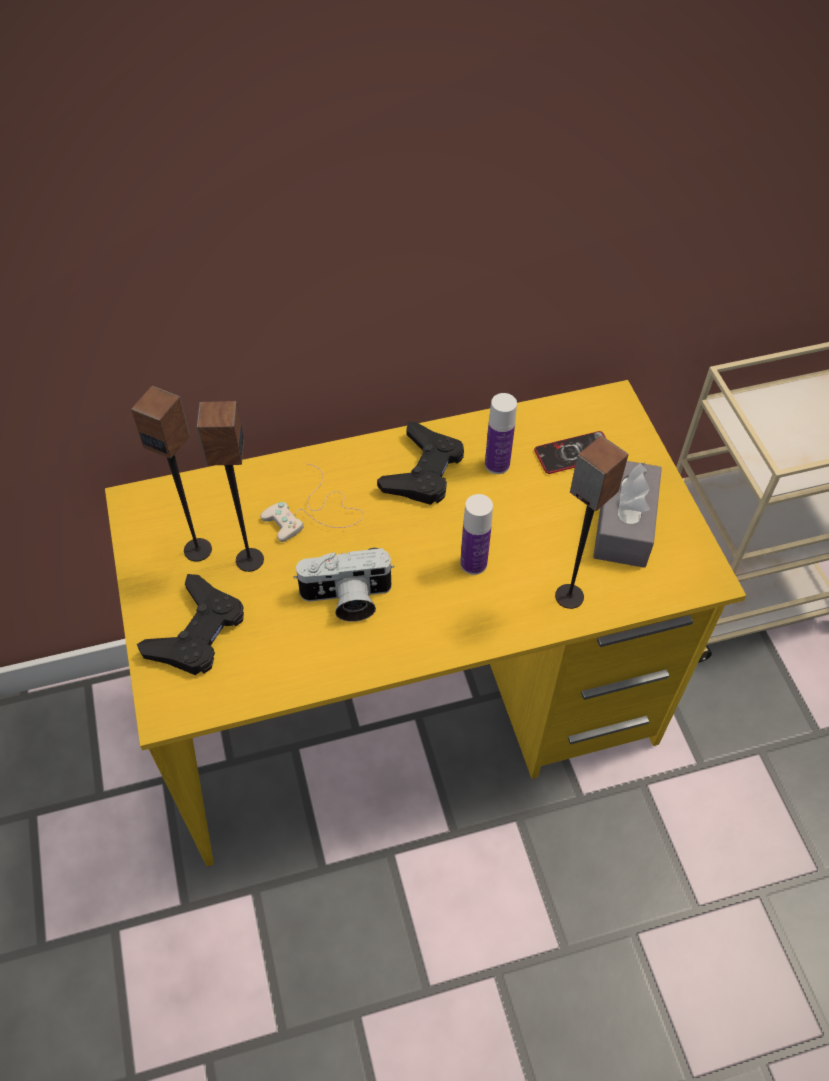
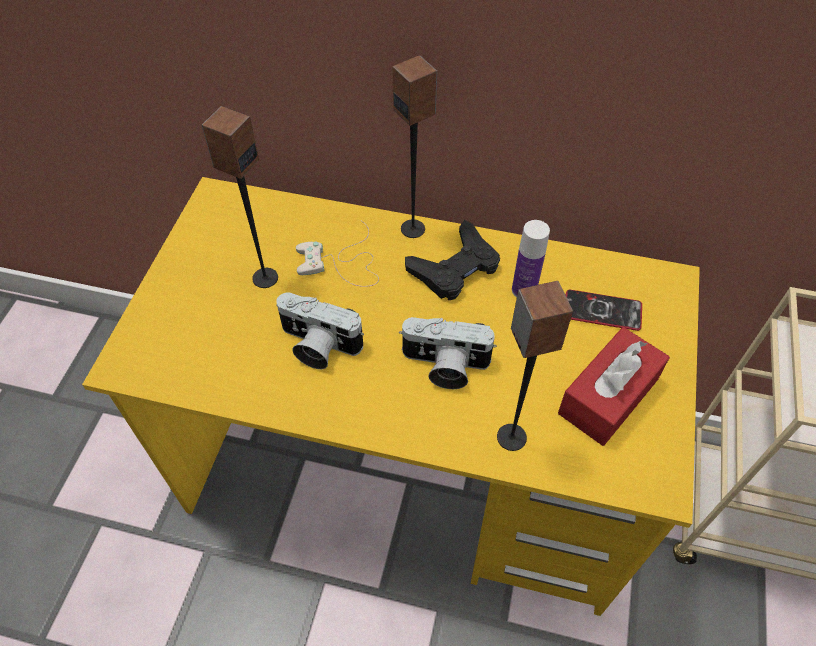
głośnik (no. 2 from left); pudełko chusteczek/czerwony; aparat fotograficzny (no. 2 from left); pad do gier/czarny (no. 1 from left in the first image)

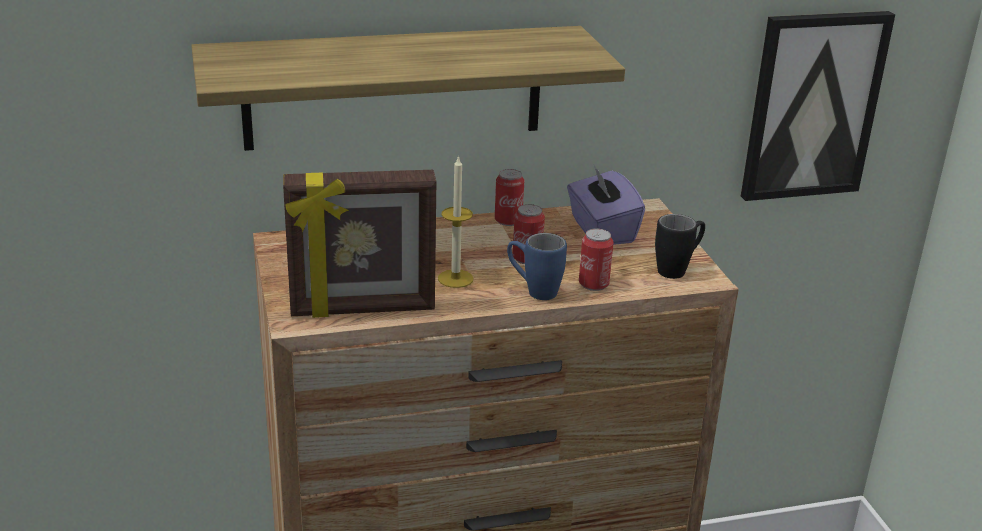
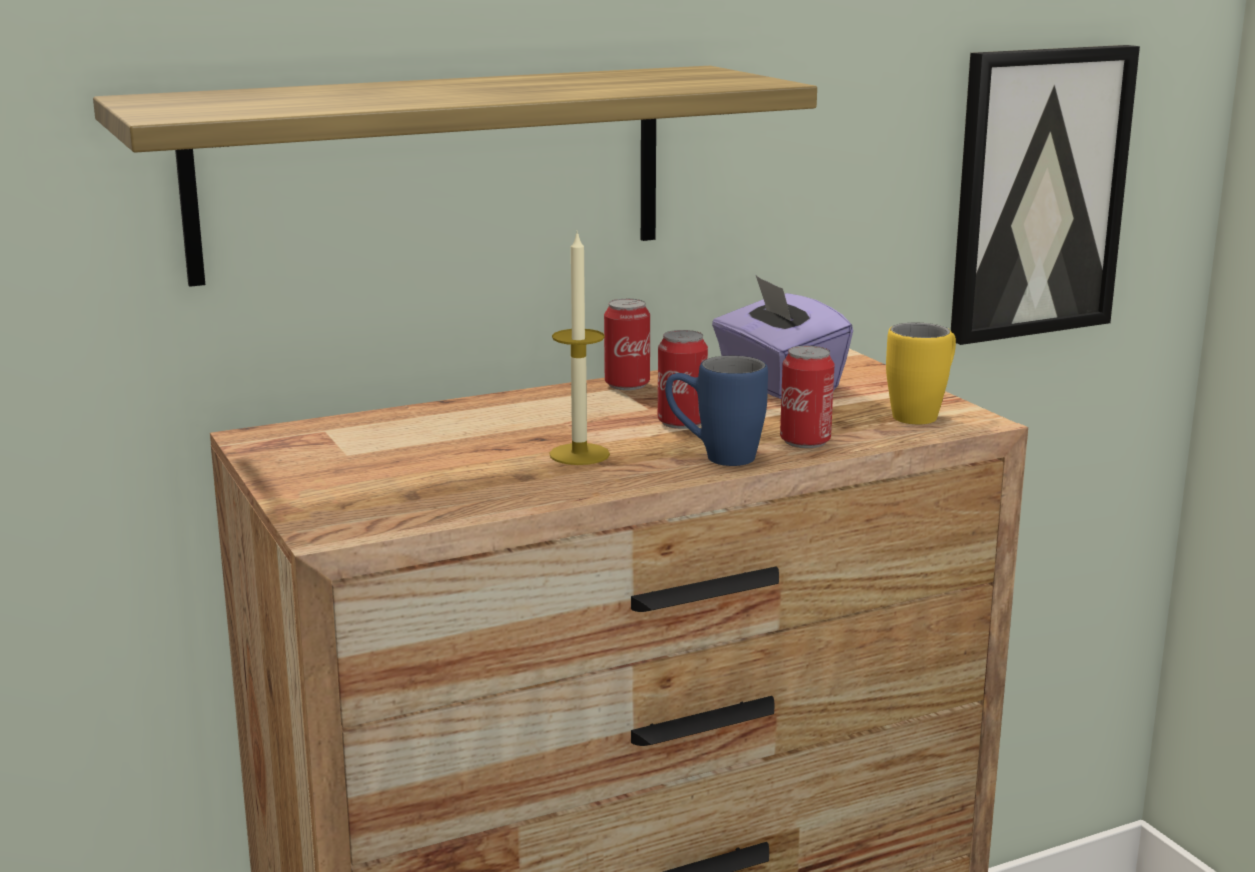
ramka na zdjęcie; kubek/żółty

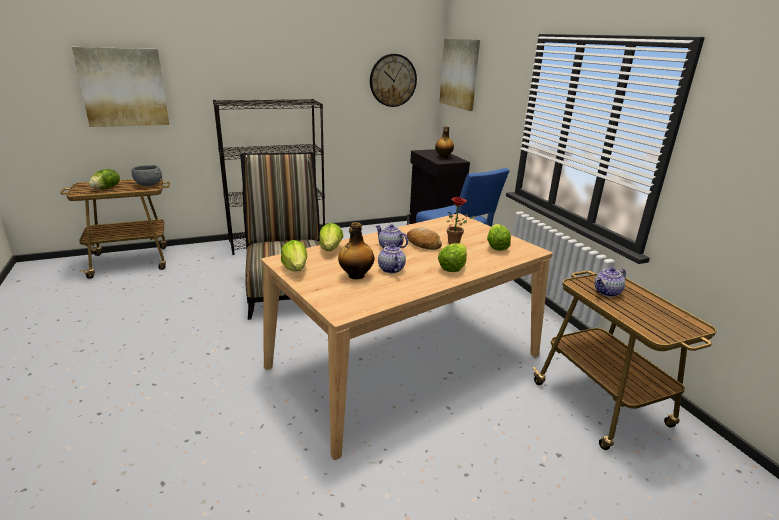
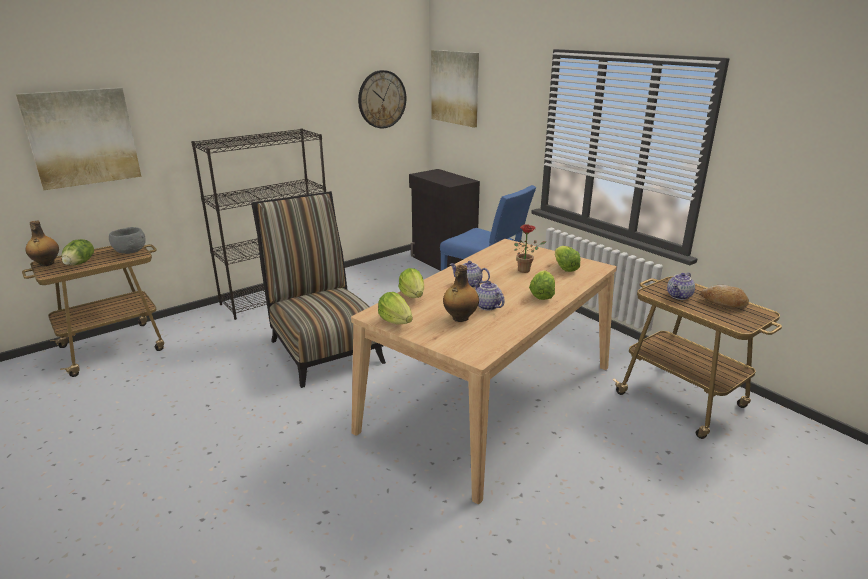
butelka (no. 1 from left); chleb

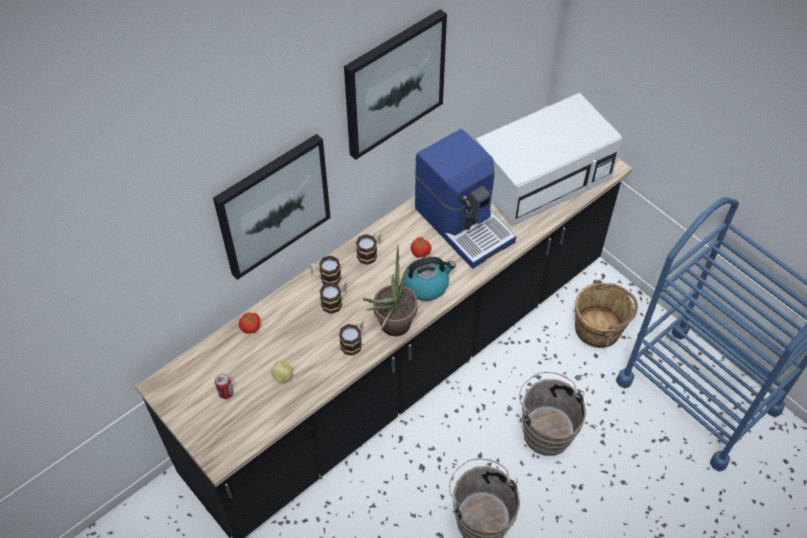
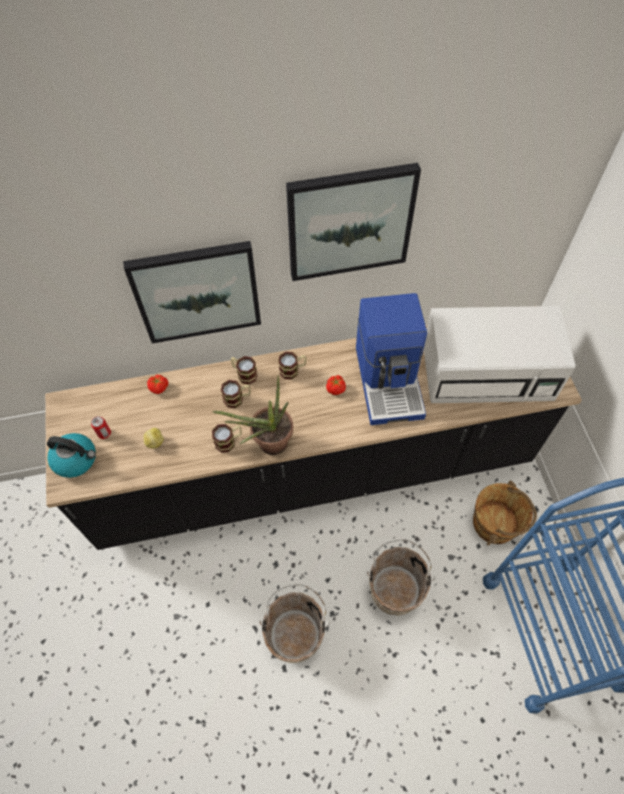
czajnik

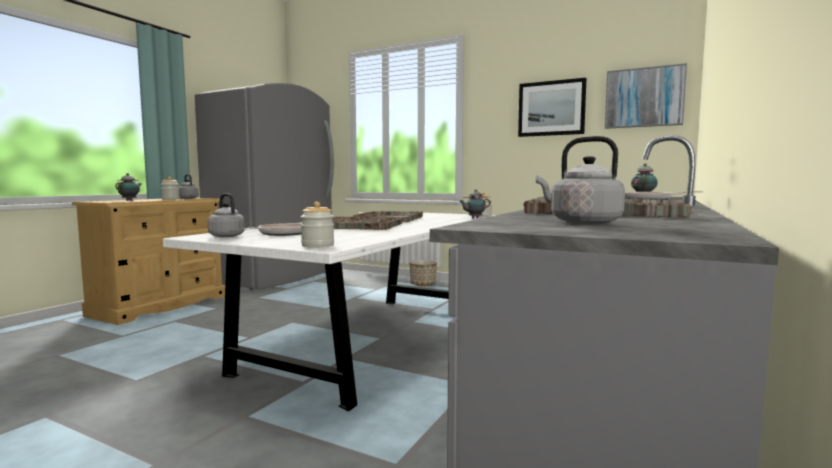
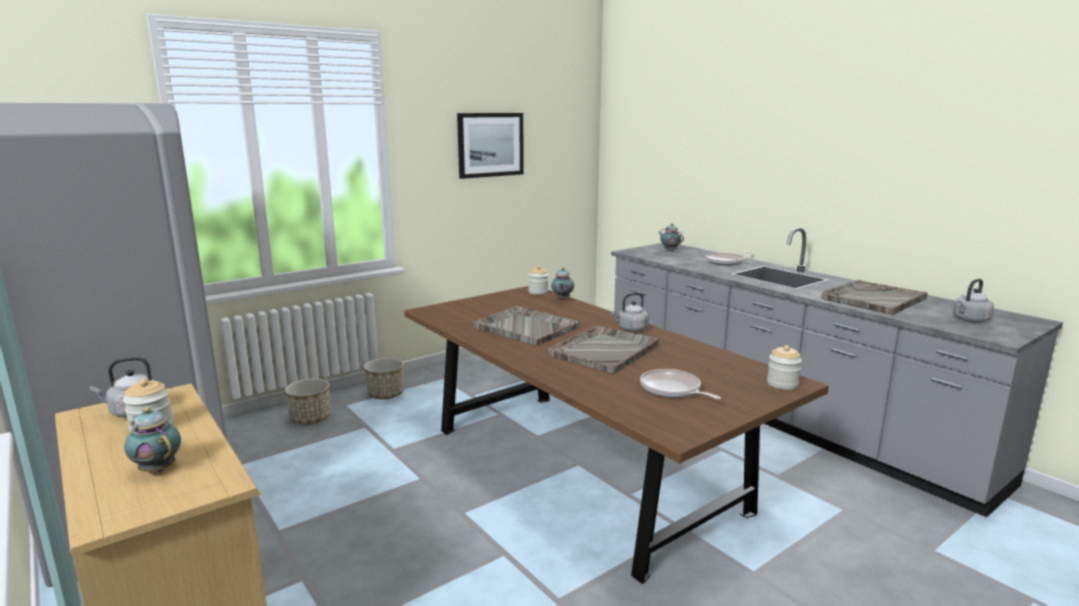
obraz (no. 2 from left in the first image); czajnik/szary (no. 2 from left); stół jadalny/brązowy; donica (no. 1 from left)

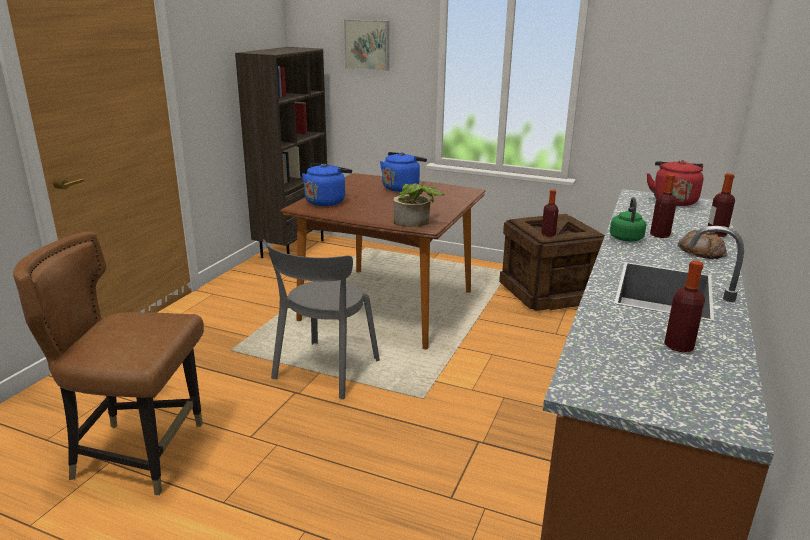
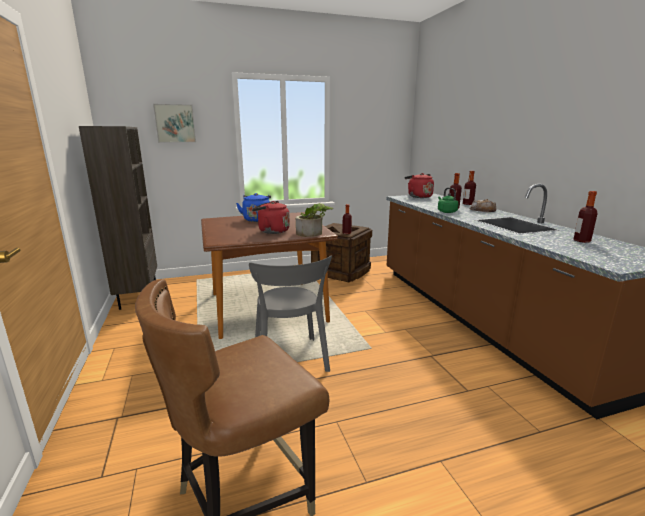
czajnik/niebieski (no. 1 from left in the first image); czajnik/czerwony (no. 1 from left)

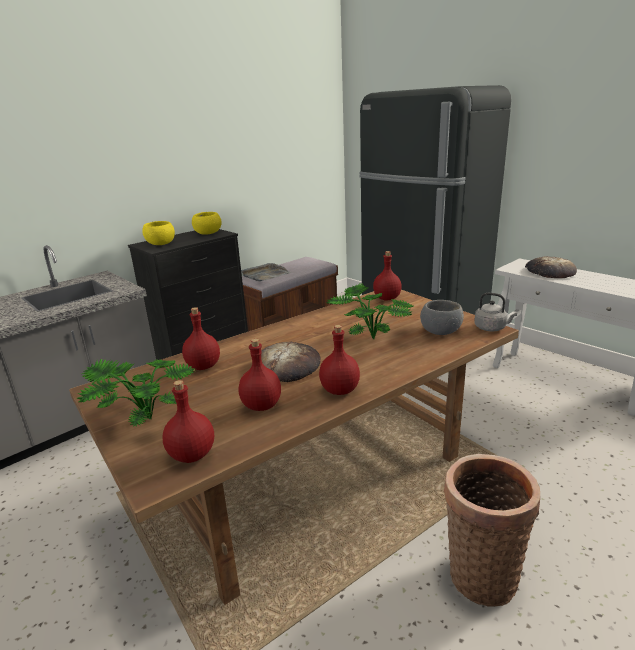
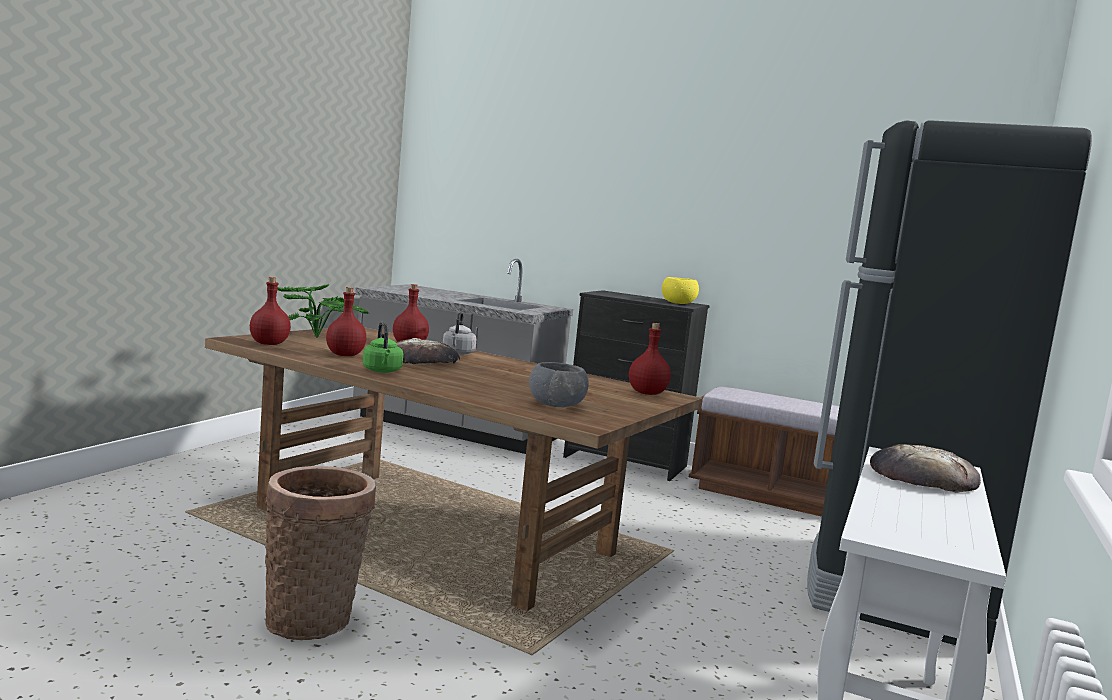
miska/żółty (no. 1 from left in the first image); taca/szary; roślina doniczkowa (no. 2 from left in the first image); czajnik/szary; czajnik/zielony

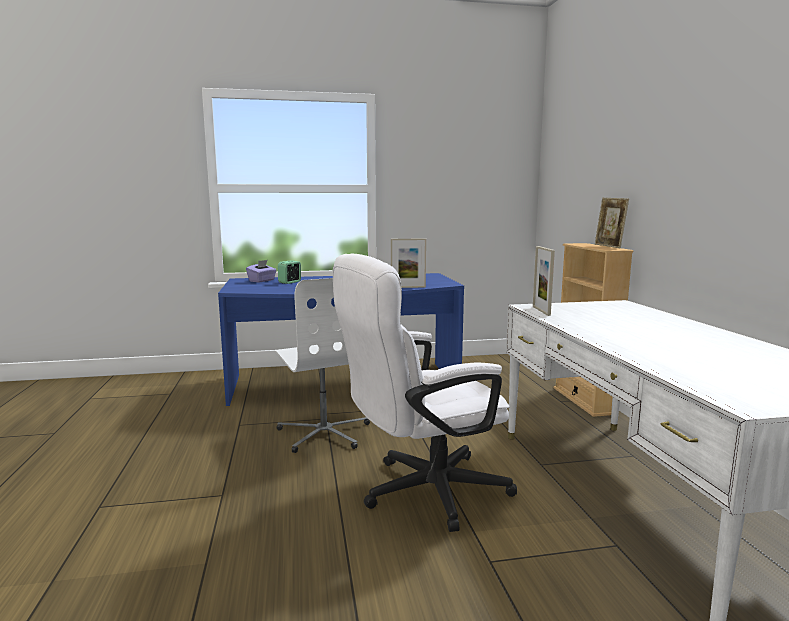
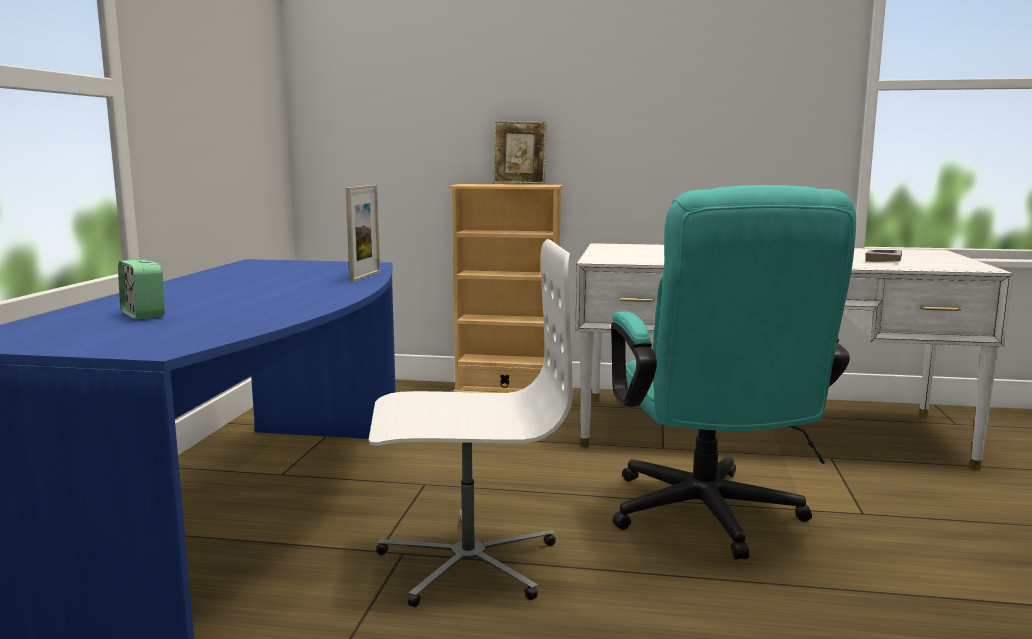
ramka na zdjęcie (no. 2 from left in the first image); krzesło biurowe/turkusowy; pudełko chusteczek/fioletowy; książka

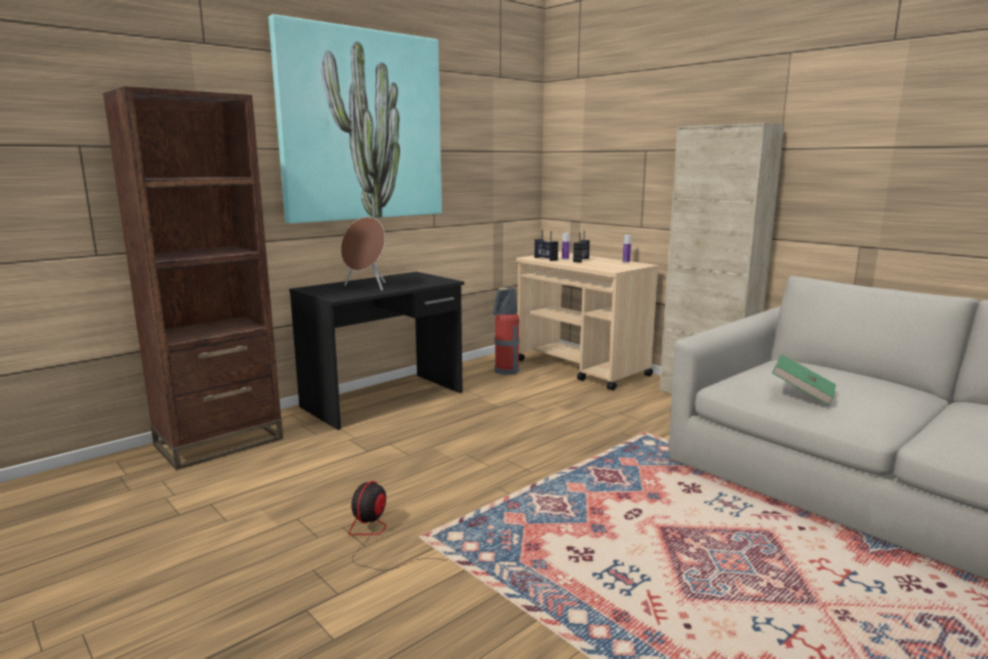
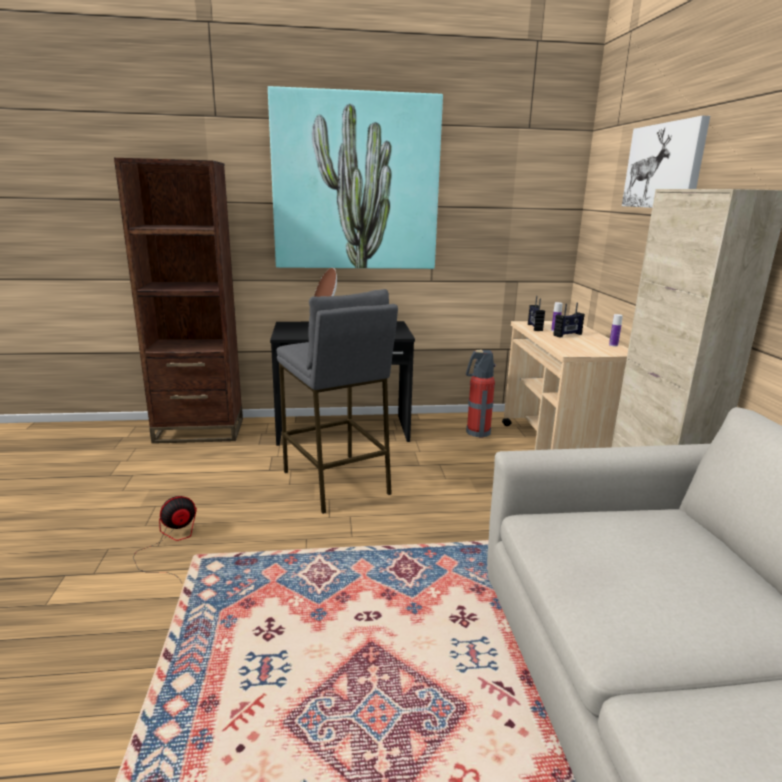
książka/zielony; obraz (no. 2 from left); stołek/szary

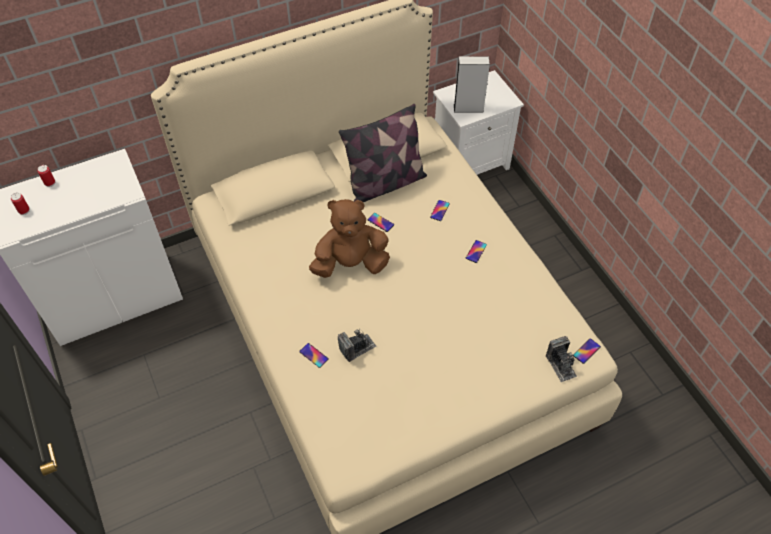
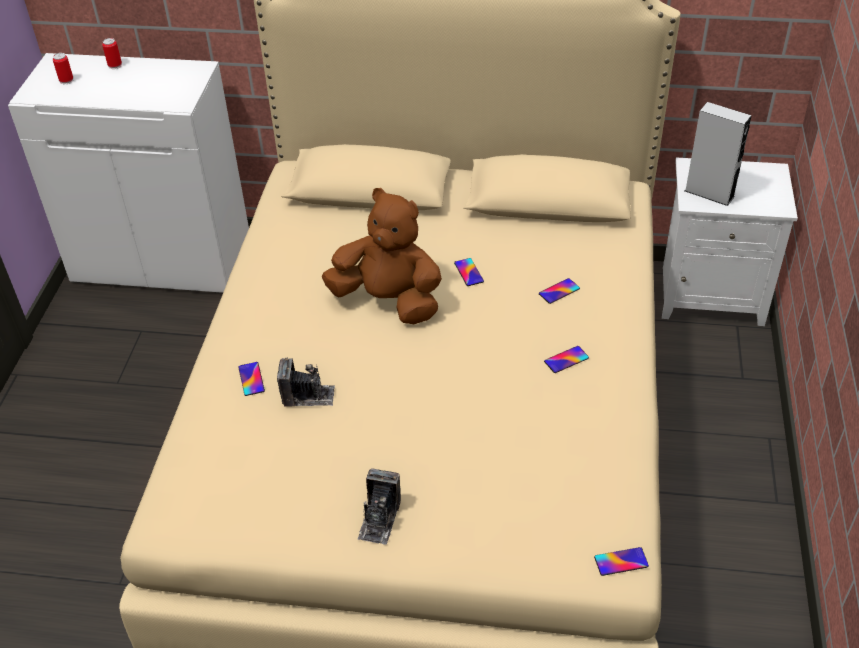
poduszka; aparat fotograficzny (no. 2 from left)

